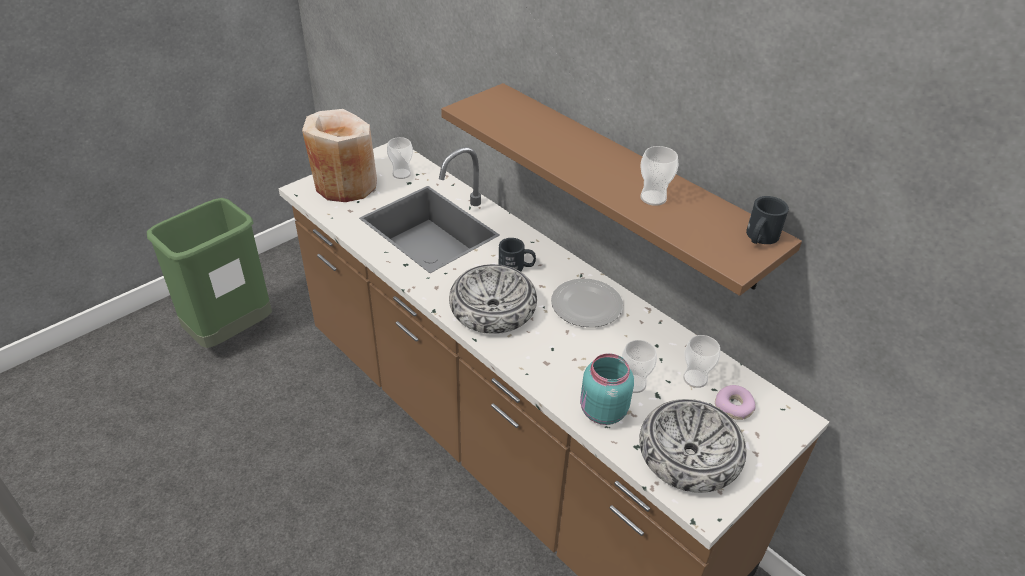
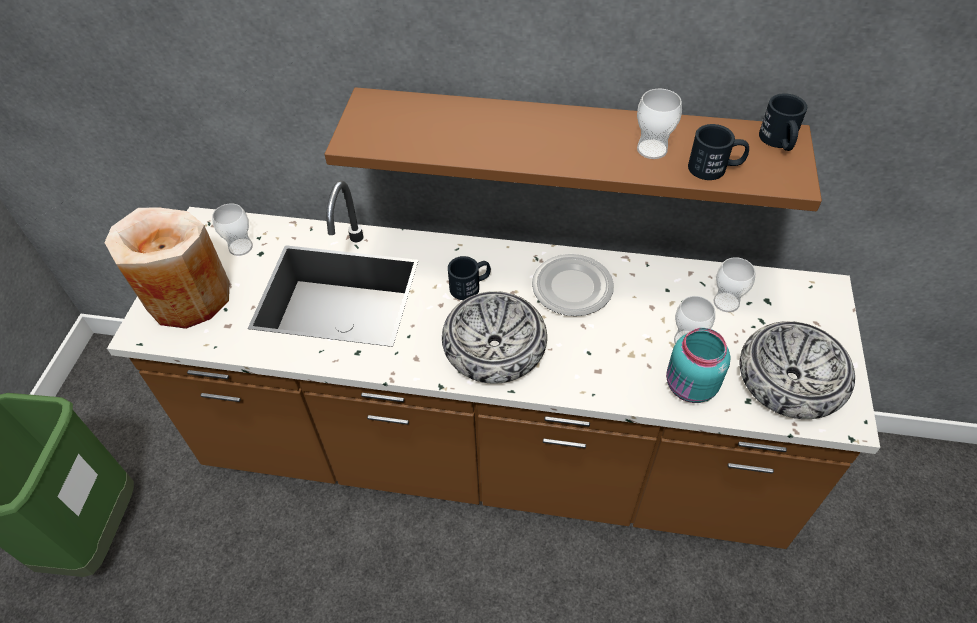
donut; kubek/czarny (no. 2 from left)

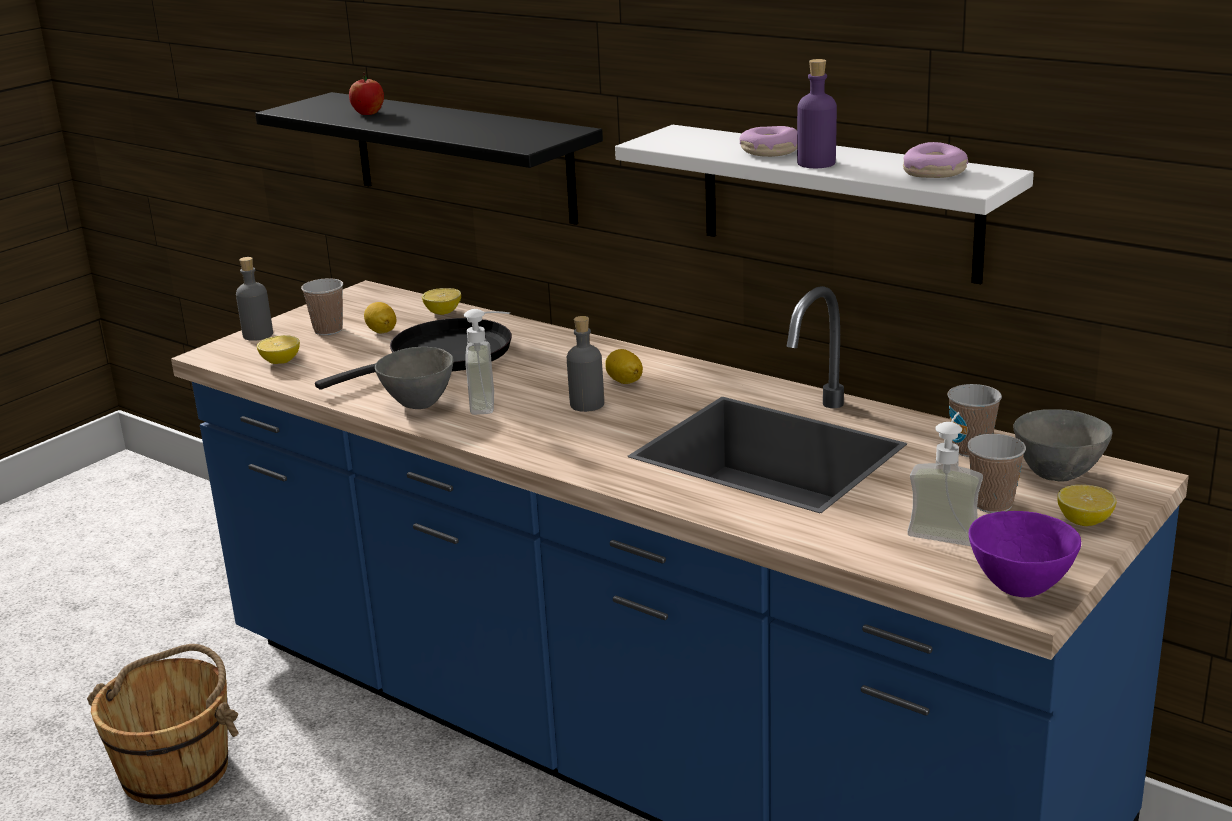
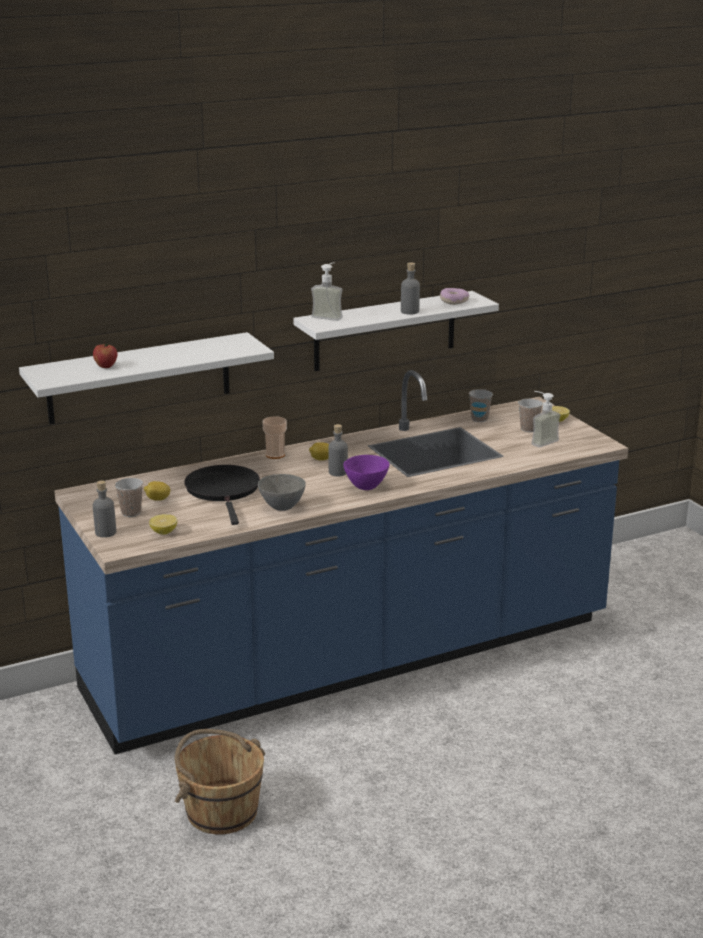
butelka/szary (no. 3 from left); półka/biały (no. 1 from left); donut (no. 1 from left in the first image); cytryna (no. 3 from left in the first image); dozownik mydła (no. 1 from left); miska/szary (no. 2 from left in the first image); miska/fioletowy; filiżanka (no. 2 from left)

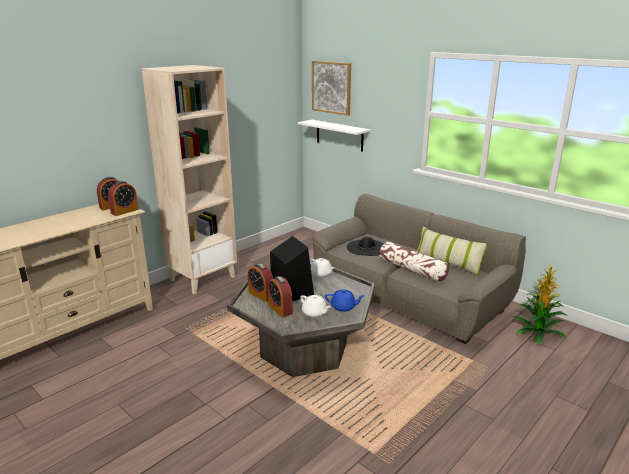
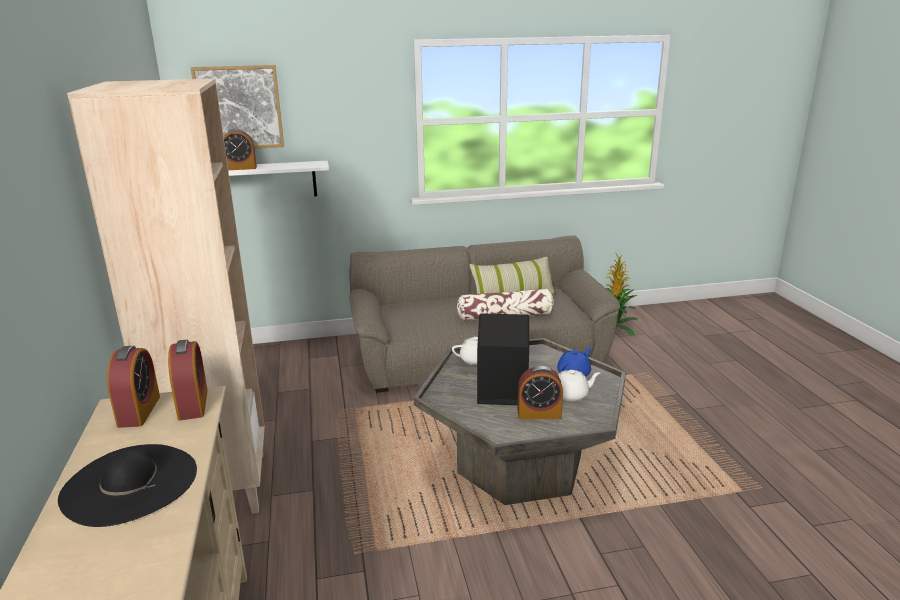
kapelusz/czarny; budzik (no. 3 from left)

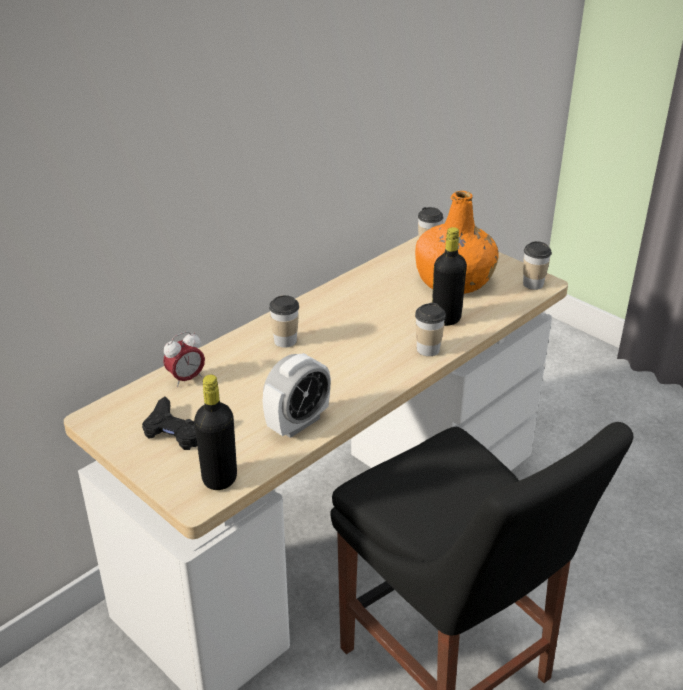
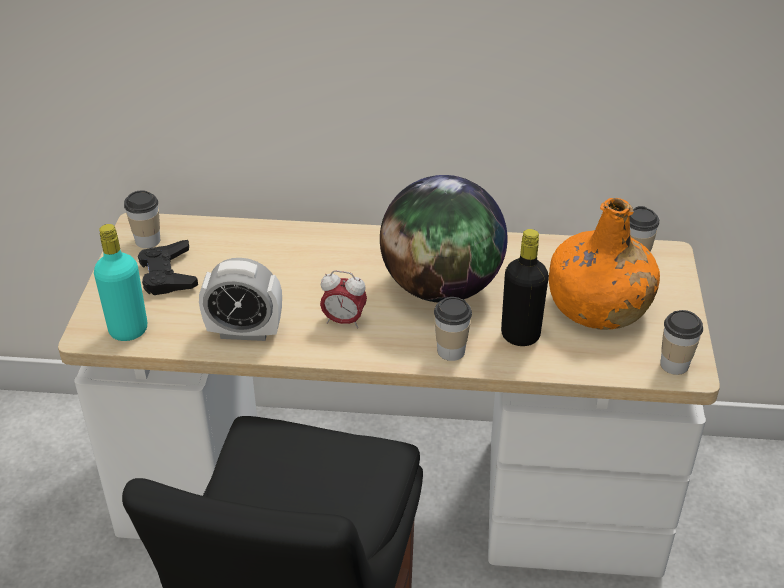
filiżanka (no. 1 from left); budzik (no. 2 from left); butelka/turkusowy; globus

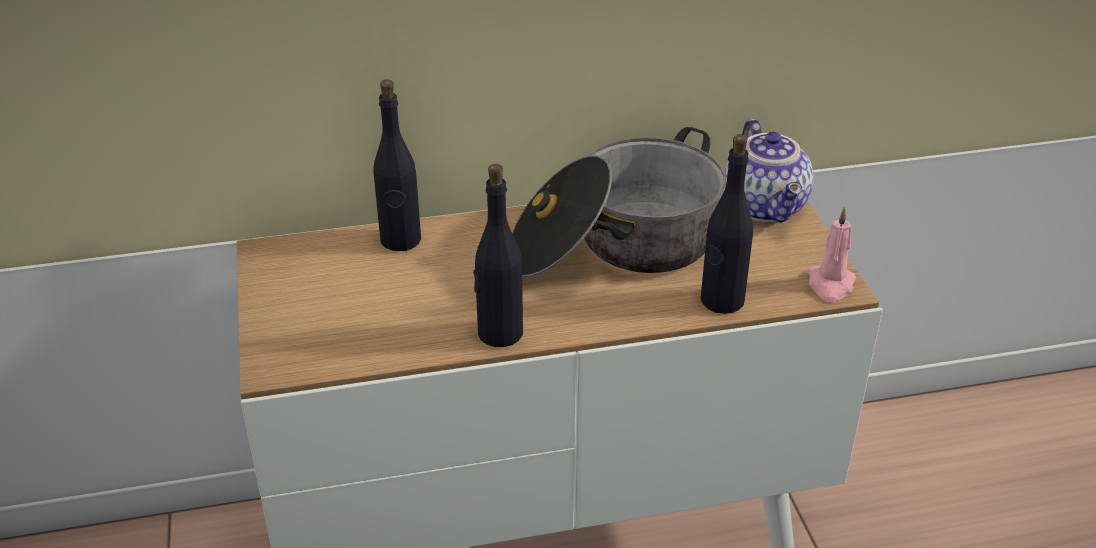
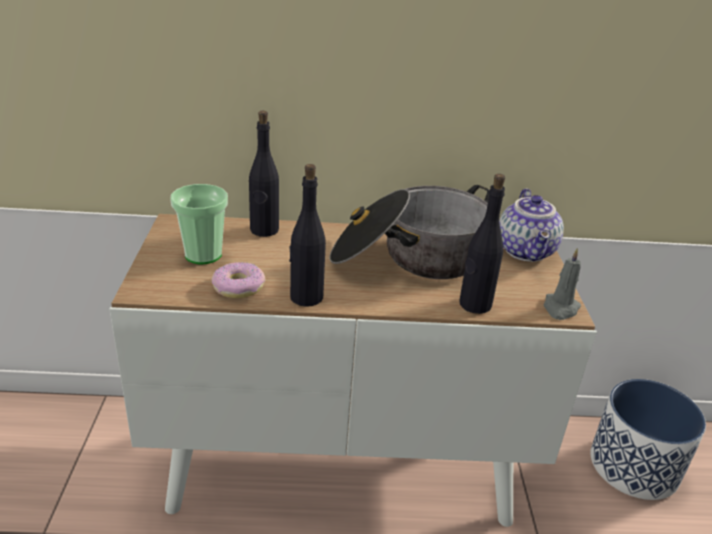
świeca/szary; filiżanka; donut; donica

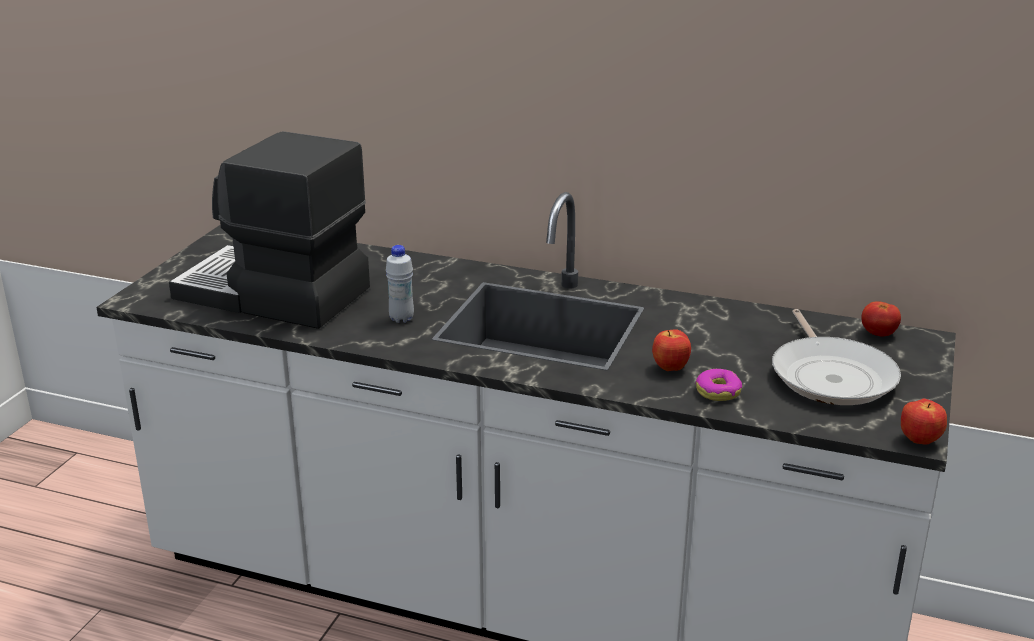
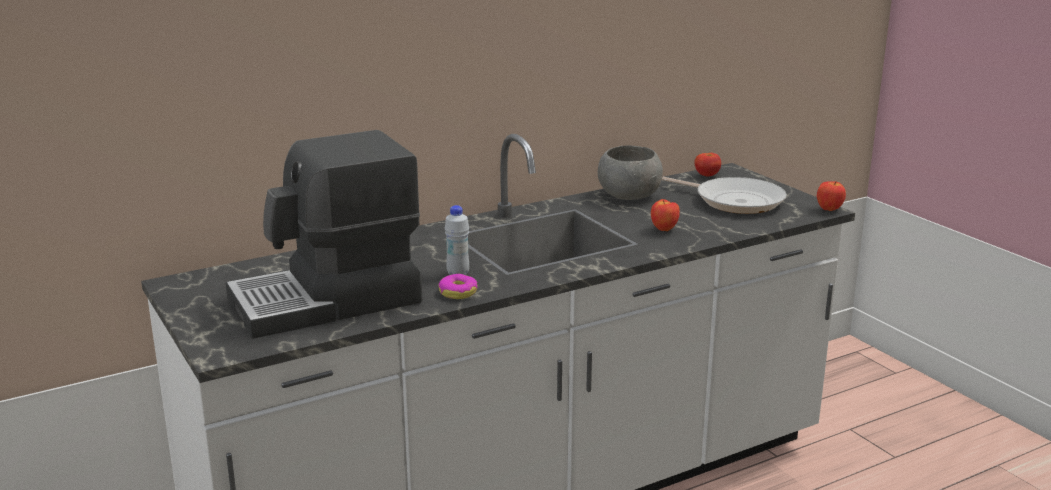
donut; miska/szary

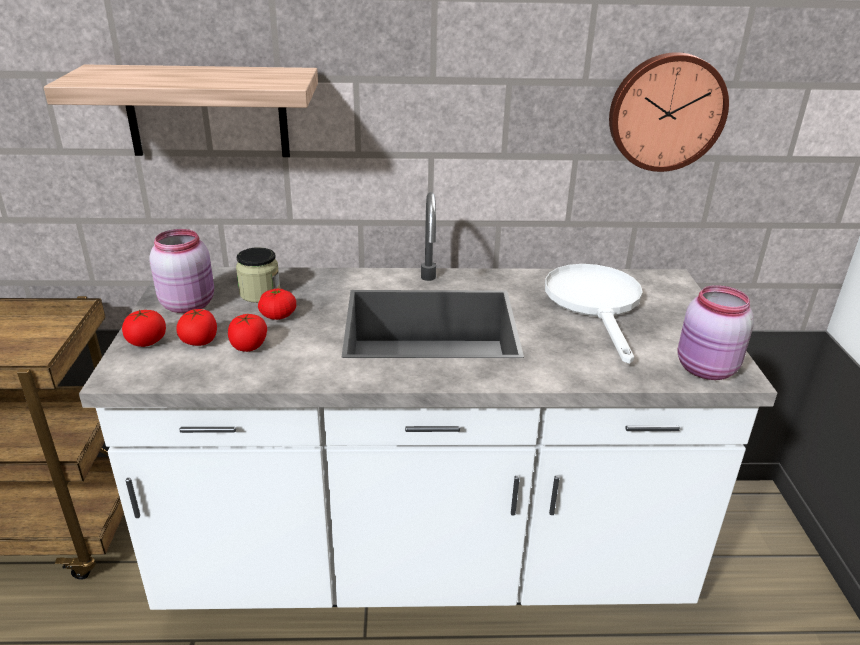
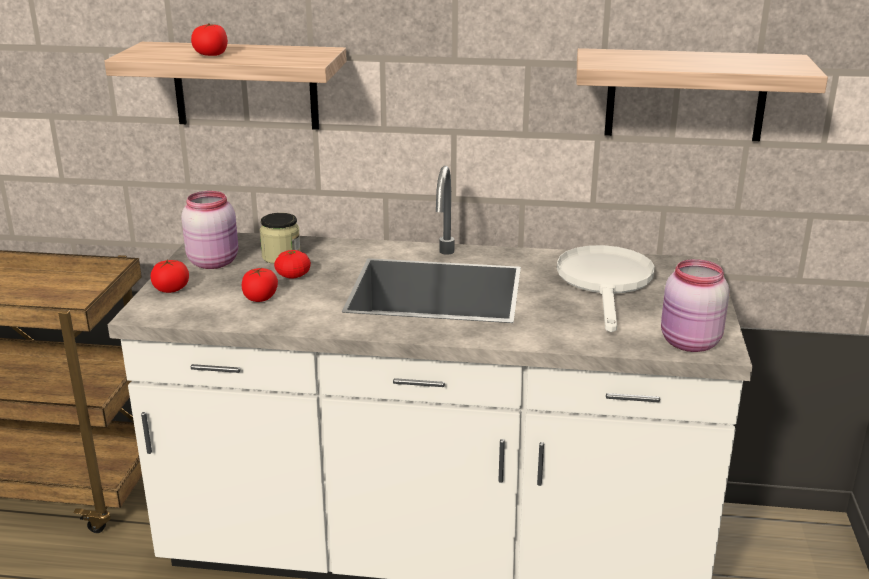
półka (no. 2 from left); pomidor (no. 2 from left)

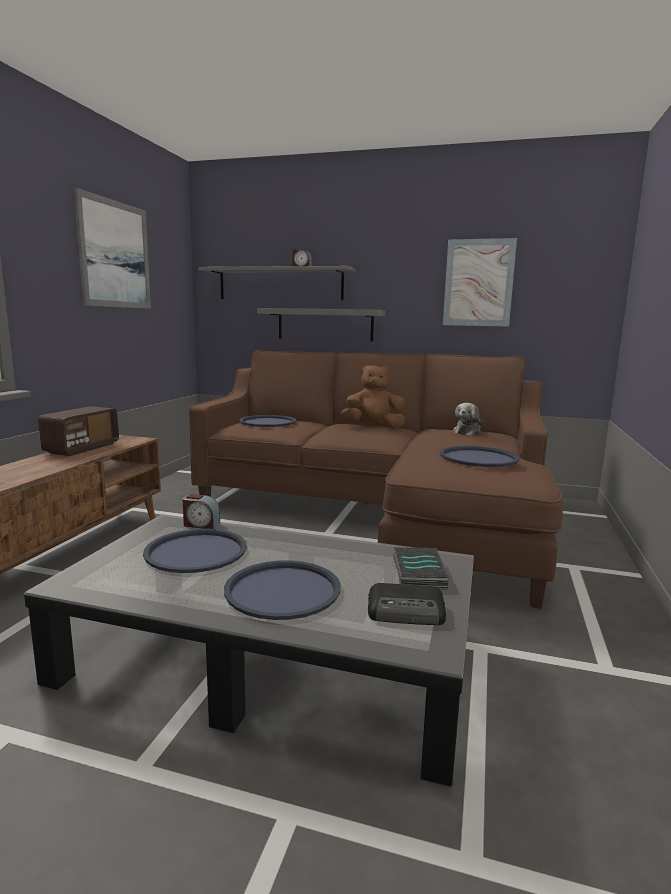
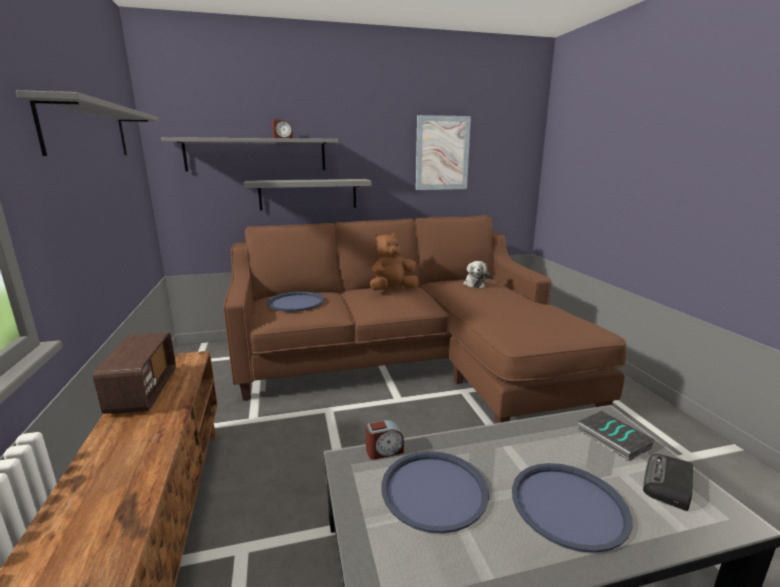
półka/szary (no. 1 from left); taca/niebieski (no. 4 from left in the first image); radio (no. 2 from left)

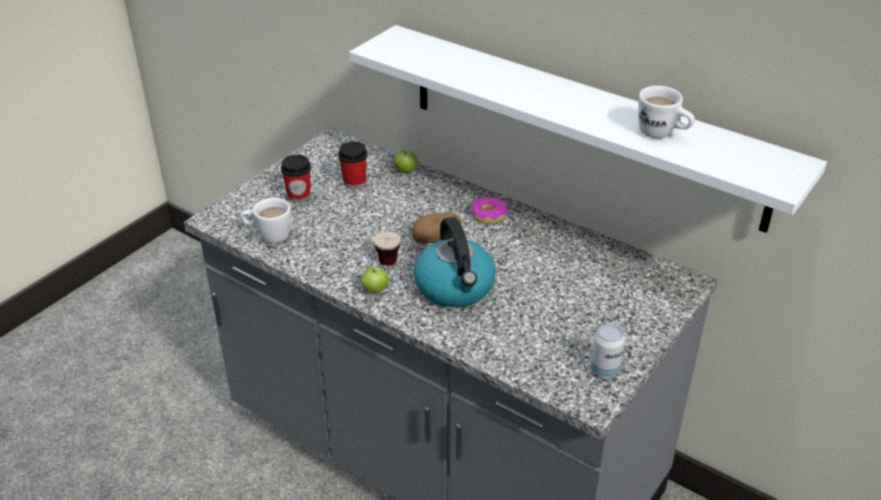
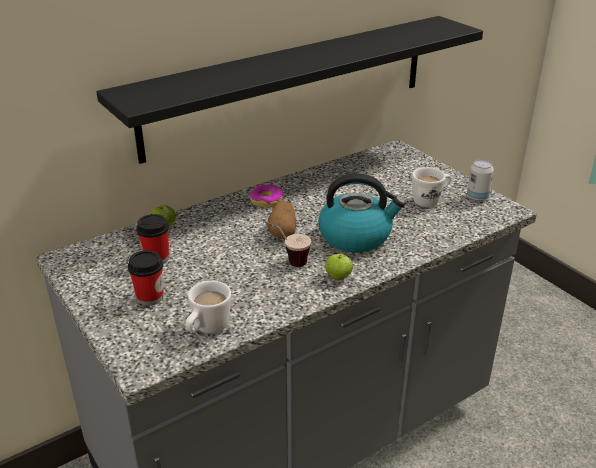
półka/czarny; kubek/biały (no. 2 from left)

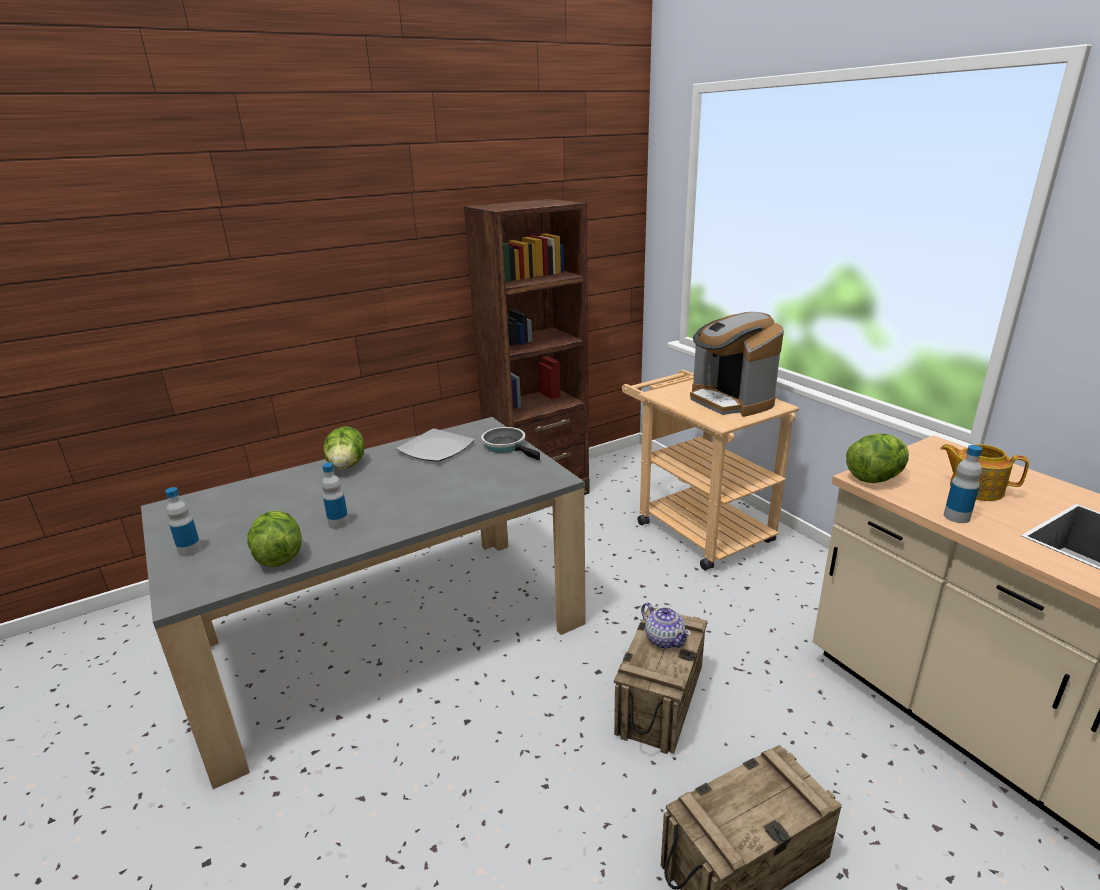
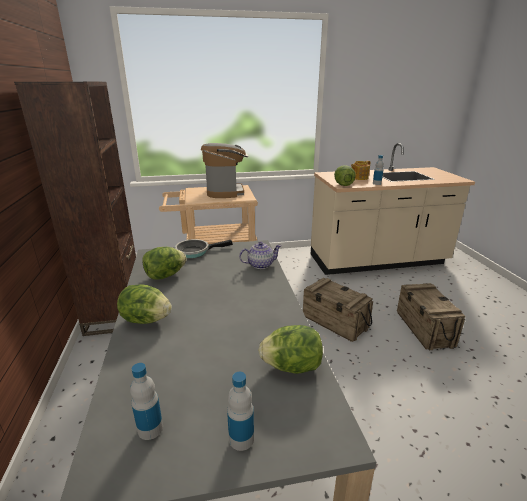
ekspres do kawy; sałata (no. 2 from left); butelka (no. 1 from left); imbryk (no. 1 from left)

